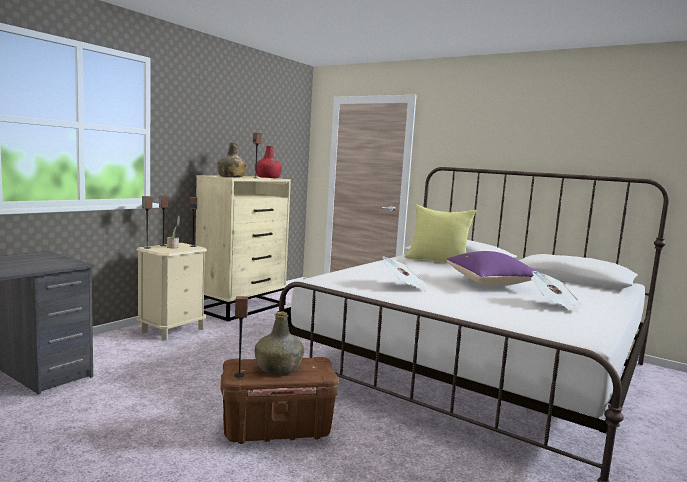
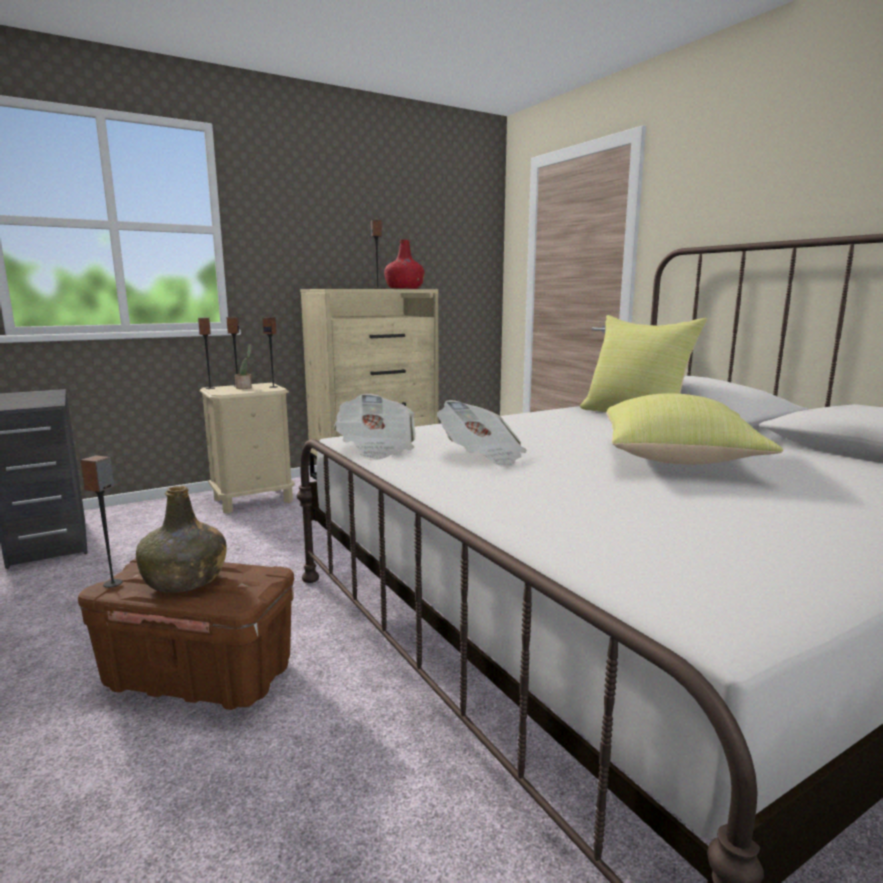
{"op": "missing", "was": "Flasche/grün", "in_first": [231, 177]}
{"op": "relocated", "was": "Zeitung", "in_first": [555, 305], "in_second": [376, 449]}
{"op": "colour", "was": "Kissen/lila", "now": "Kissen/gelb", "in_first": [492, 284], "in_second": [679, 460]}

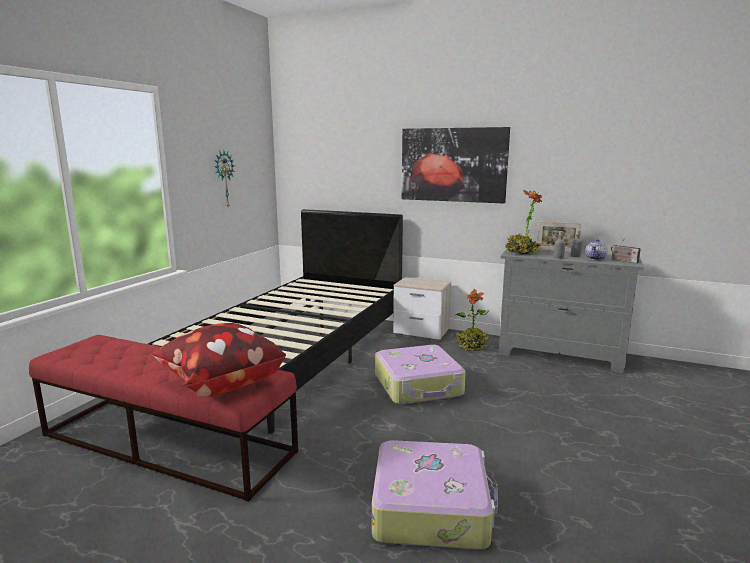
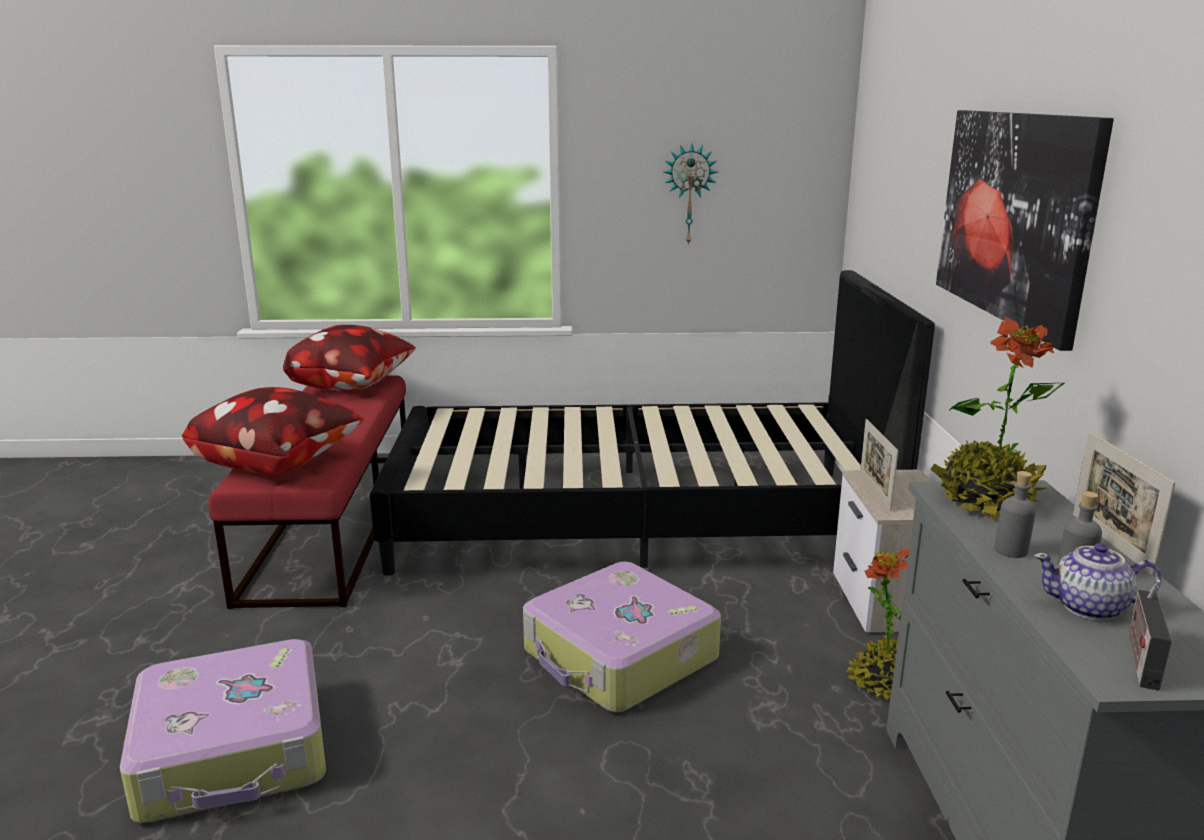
{"op": "appeared", "now": "Kissen", "in_second": [354, 387]}
{"op": "appeared", "now": "Bilderrahmen", "in_second": [874, 492]}

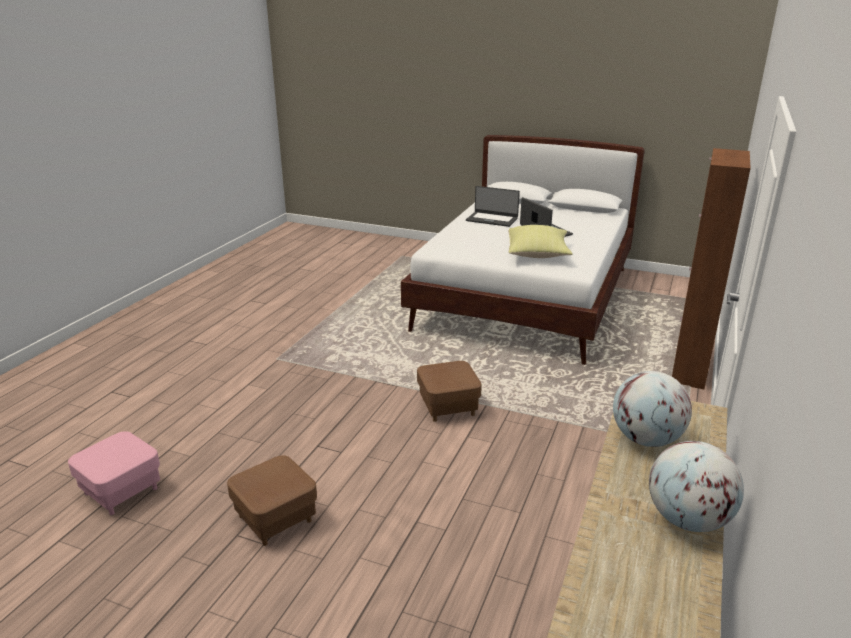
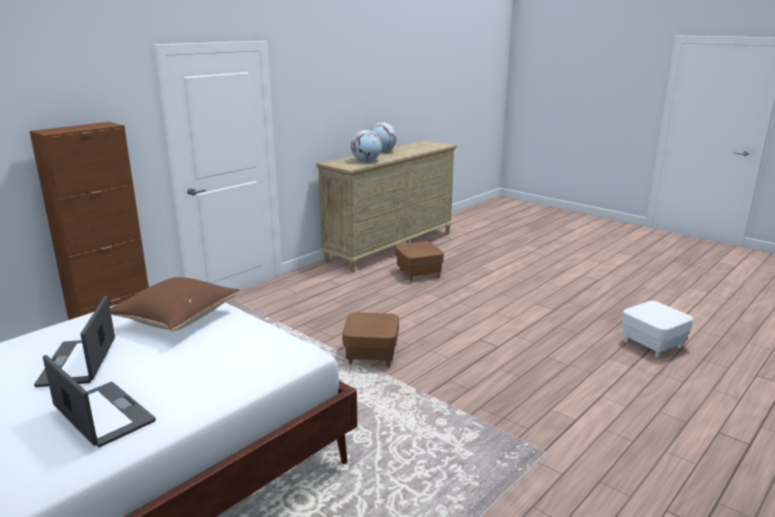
{"op": "relocated", "was": "Polsterhocker/braun", "in_first": [275, 518], "in_second": [418, 273]}
{"op": "colour", "was": "Polsterhocker/rosa", "now": "Polsterhocker/weiß", "in_first": [121, 490], "in_second": [652, 344]}
{"op": "colour", "was": "Kissen/gelb", "now": "Kissen/braun", "in_first": [538, 255], "in_second": [177, 319]}

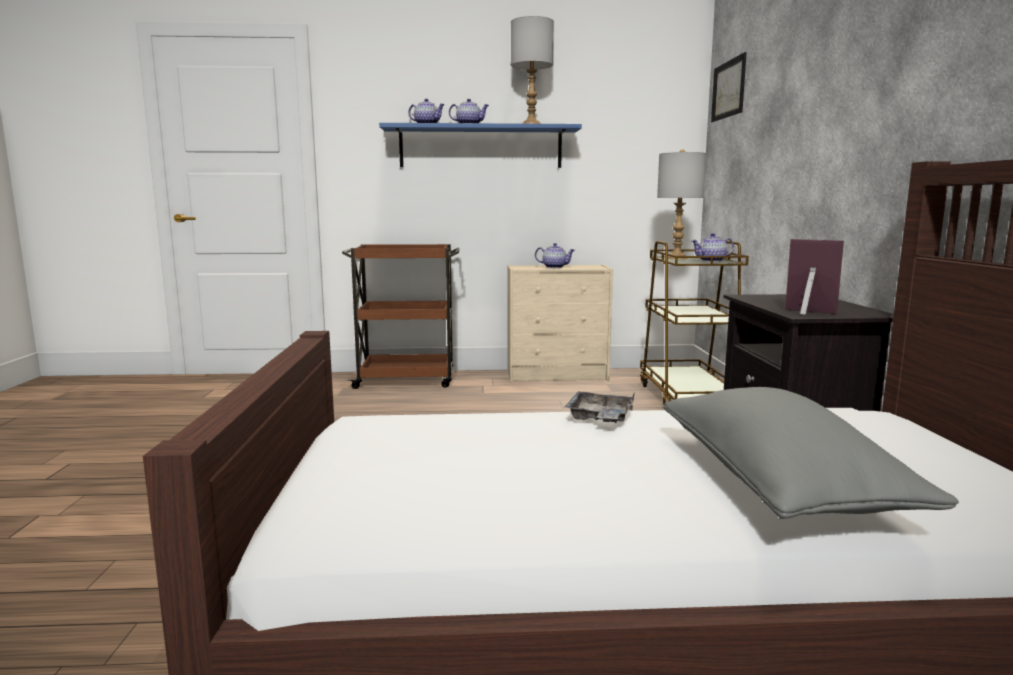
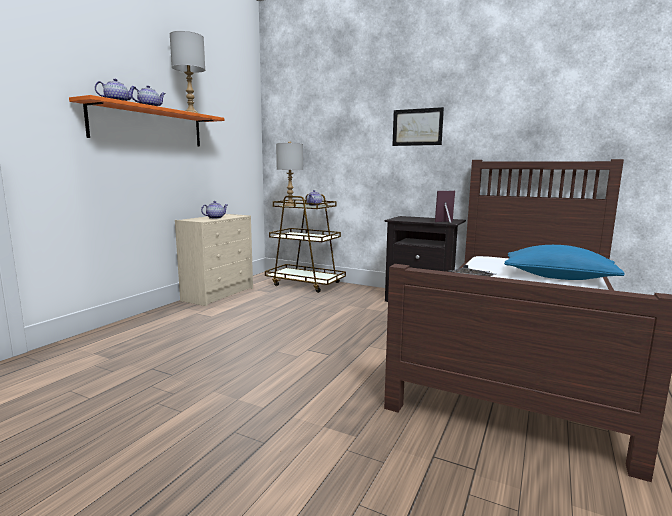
{"op": "missing", "was": "Rollwagen/braun", "in_first": [407, 380]}
{"op": "relocated", "was": "Bild", "in_first": [728, 89], "in_second": [417, 127]}
{"op": "colour", "was": "Wandregal/blau", "now": "Wandregal/orange", "in_first": [481, 147], "in_second": [149, 126]}
{"op": "colour", "was": "Kissen/grau", "now": "Kissen/blau", "in_first": [778, 485], "in_second": [558, 277]}

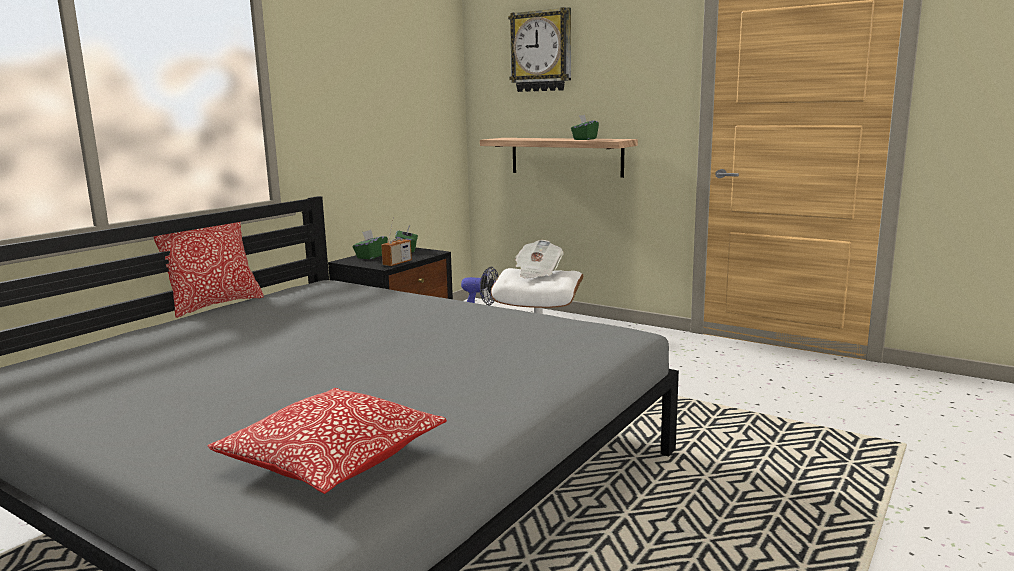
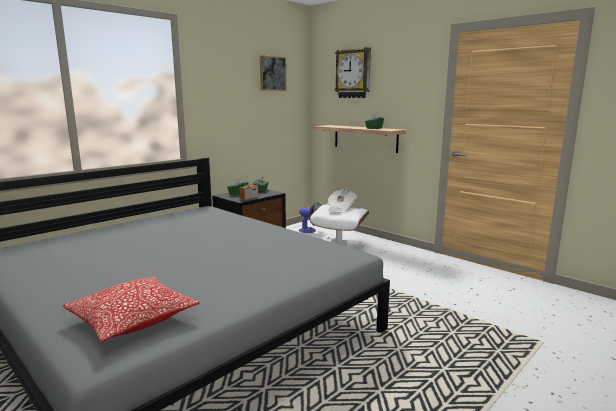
{"op": "missing", "was": "Kissen", "in_first": [215, 305]}
{"op": "appeared", "now": "Bild", "in_second": [272, 73]}

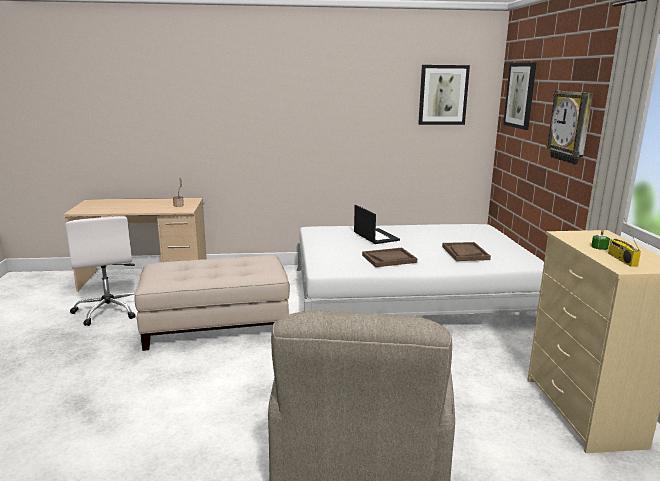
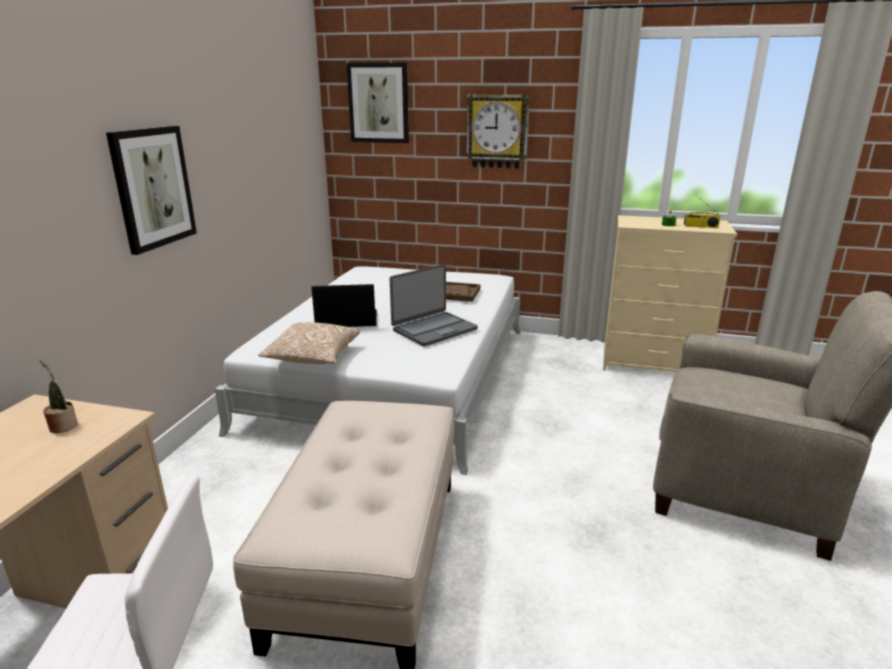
{"op": "appeared", "now": "Kissen", "in_second": [312, 357]}
{"op": "relocated", "was": "Bild", "in_first": [443, 95], "in_second": [153, 188]}
{"op": "exchanged", "was": "Tablett/braun", "now": "Laptop", "in_first": [389, 259], "in_second": [434, 329]}

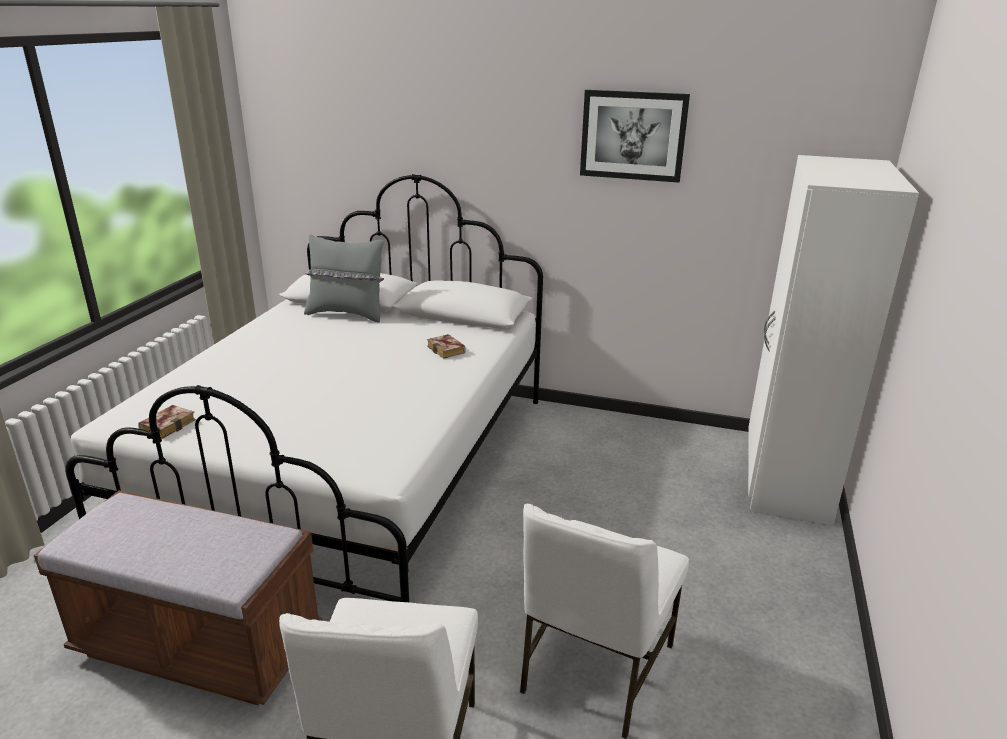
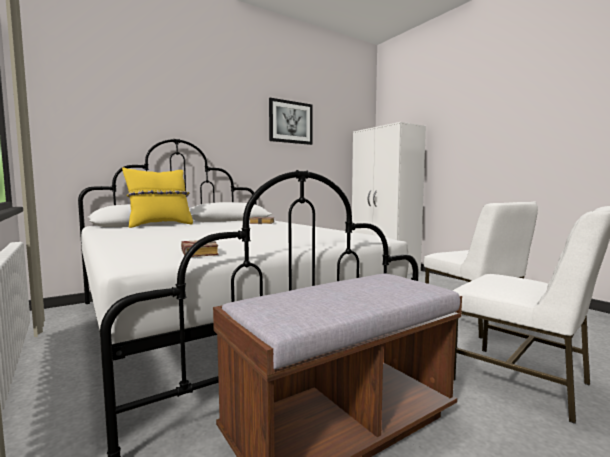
{"op": "colour", "was": "Kissen/grau", "now": "Kissen/gelb", "in_first": [347, 314], "in_second": [160, 225]}

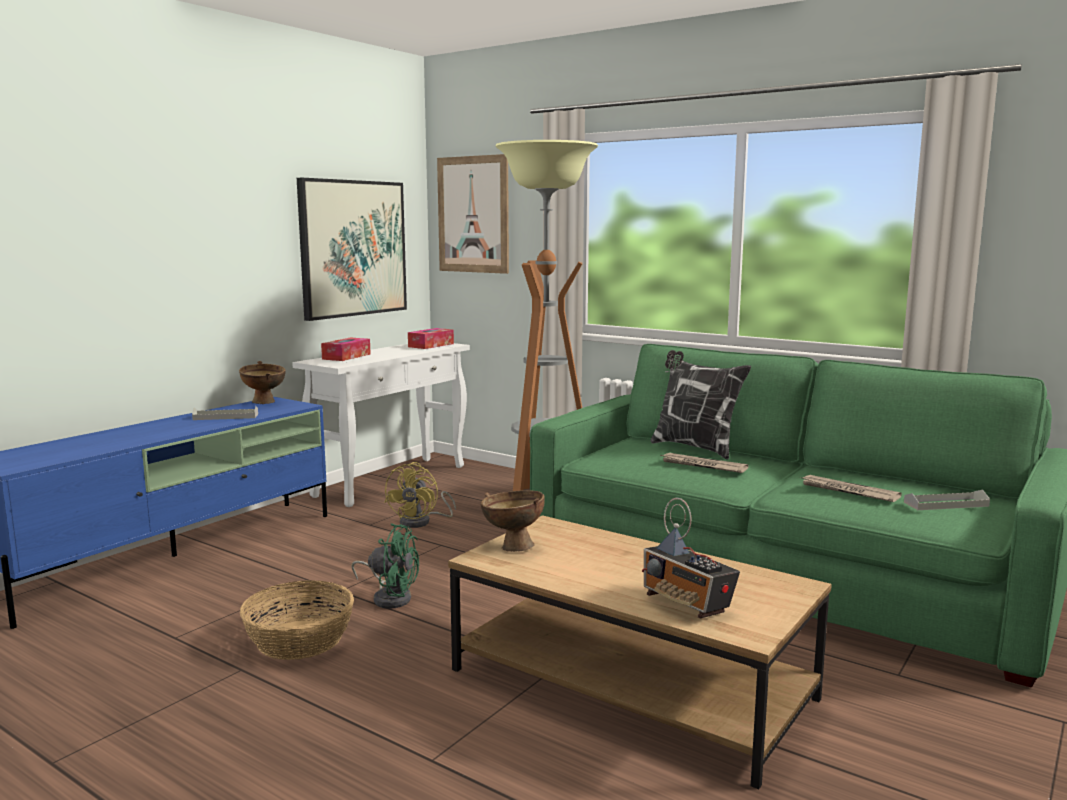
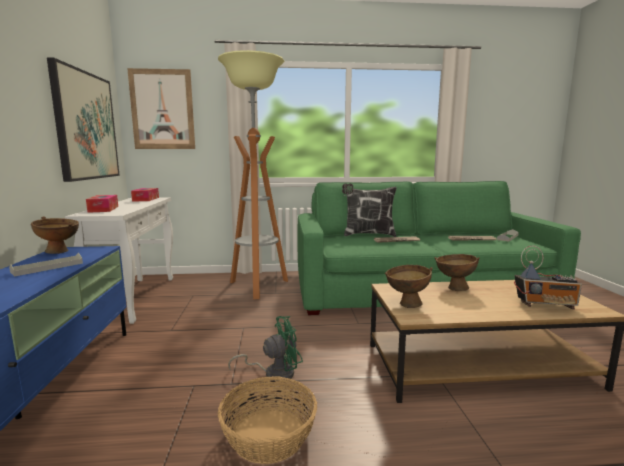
{"op": "missing", "was": "Ventilator/gelb", "in_first": [421, 522]}
{"op": "appeared", "now": "Schüssel/braun", "in_second": [453, 288]}

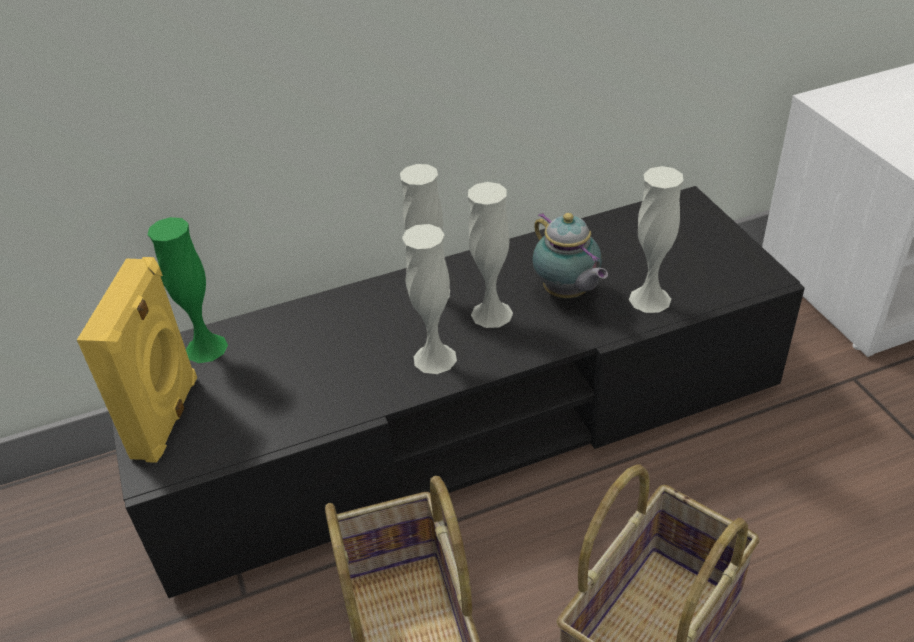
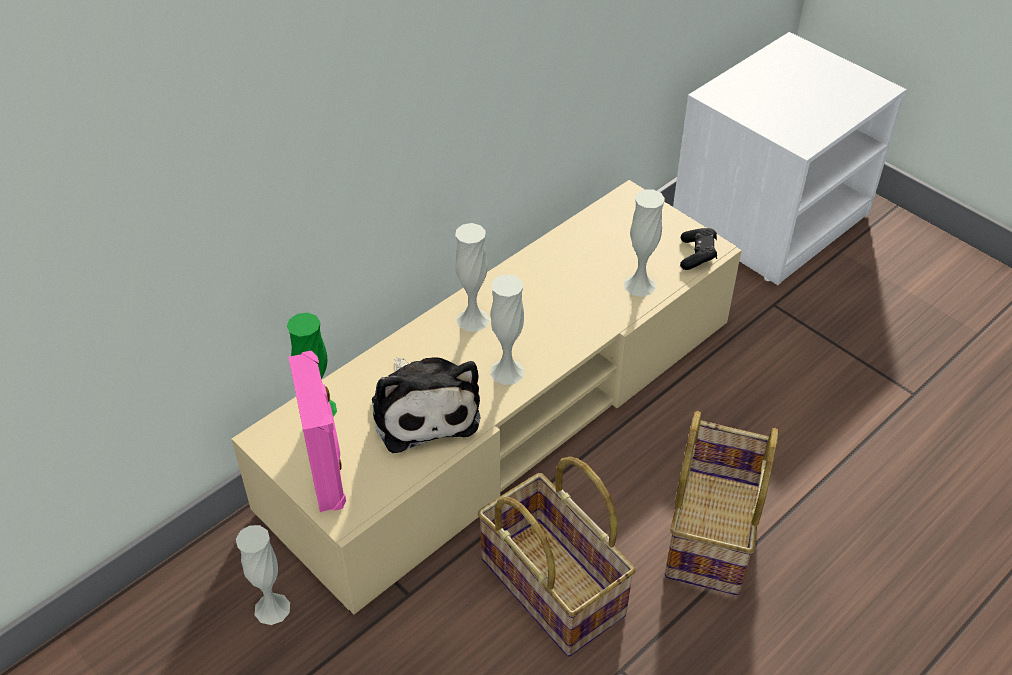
{"op": "missing", "was": "Teekanne", "in_first": [567, 294]}
{"op": "appeared", "now": "Plüschtier", "in_second": [424, 409]}
{"op": "appeared", "now": "Gamepad/schwarz", "in_second": [697, 255]}
{"op": "relocated", "was": "Vase/weiß", "in_first": [491, 314], "in_second": [272, 608]}
{"op": "colour", "was": "Lautsprecher/gelb", "now": "Lautsprecher/rosa", "in_first": [168, 417], "in_second": [327, 473]}
{"op": "colour", "was": "Fernsehschrank/schwarz", "now": "Fernsehschrank/beige", "in_first": [464, 421], "in_second": [506, 413]}

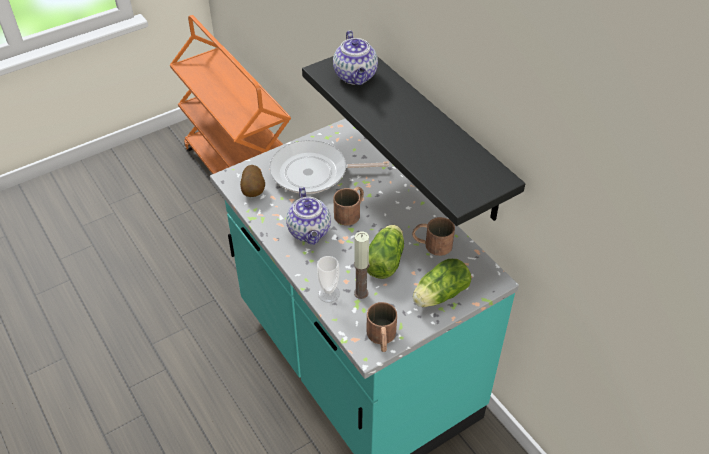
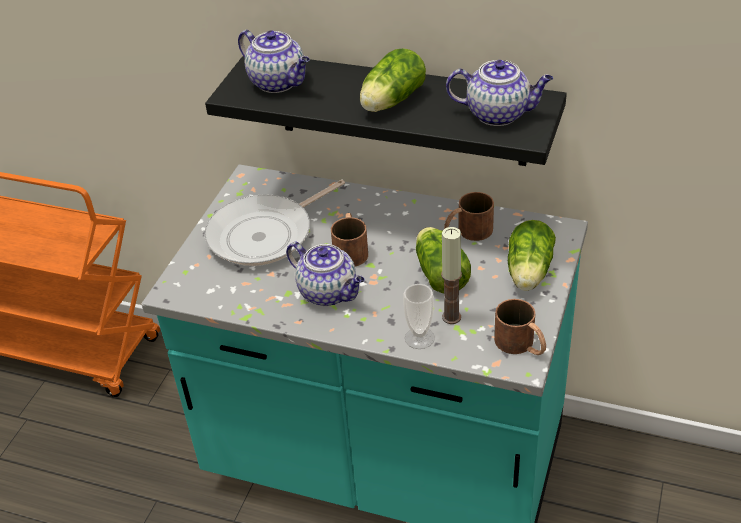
{"op": "missing", "was": "Kartoffel", "in_first": [254, 191]}
{"op": "appeared", "now": "Salatkopf", "in_second": [390, 102]}
{"op": "appeared", "now": "Teekanne", "in_second": [499, 114]}

